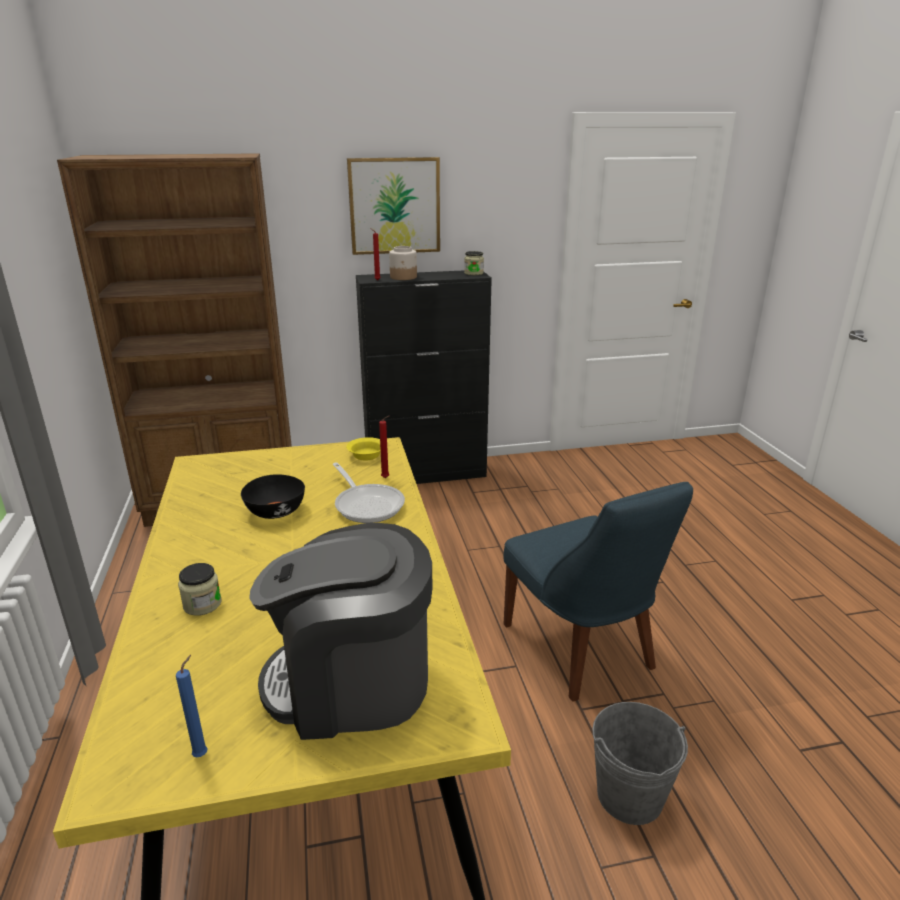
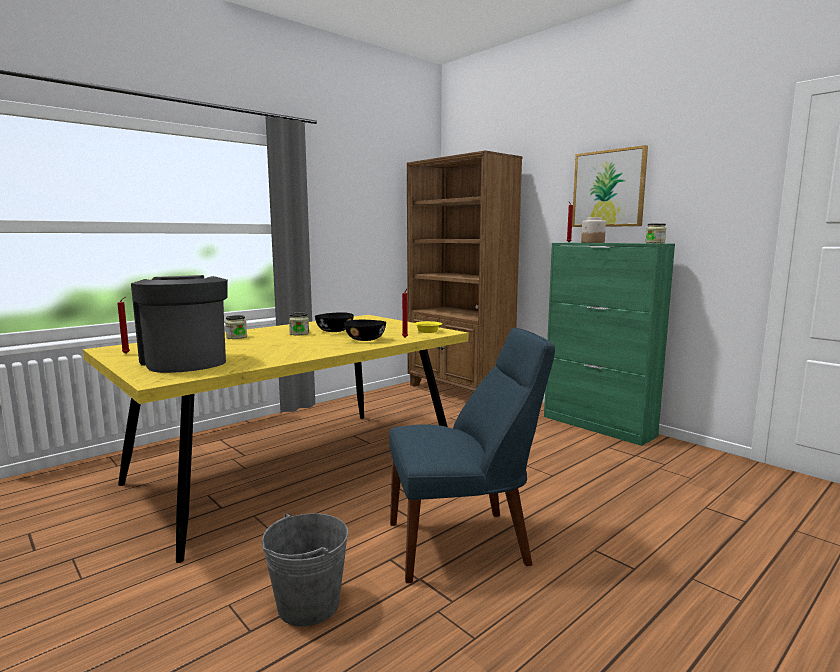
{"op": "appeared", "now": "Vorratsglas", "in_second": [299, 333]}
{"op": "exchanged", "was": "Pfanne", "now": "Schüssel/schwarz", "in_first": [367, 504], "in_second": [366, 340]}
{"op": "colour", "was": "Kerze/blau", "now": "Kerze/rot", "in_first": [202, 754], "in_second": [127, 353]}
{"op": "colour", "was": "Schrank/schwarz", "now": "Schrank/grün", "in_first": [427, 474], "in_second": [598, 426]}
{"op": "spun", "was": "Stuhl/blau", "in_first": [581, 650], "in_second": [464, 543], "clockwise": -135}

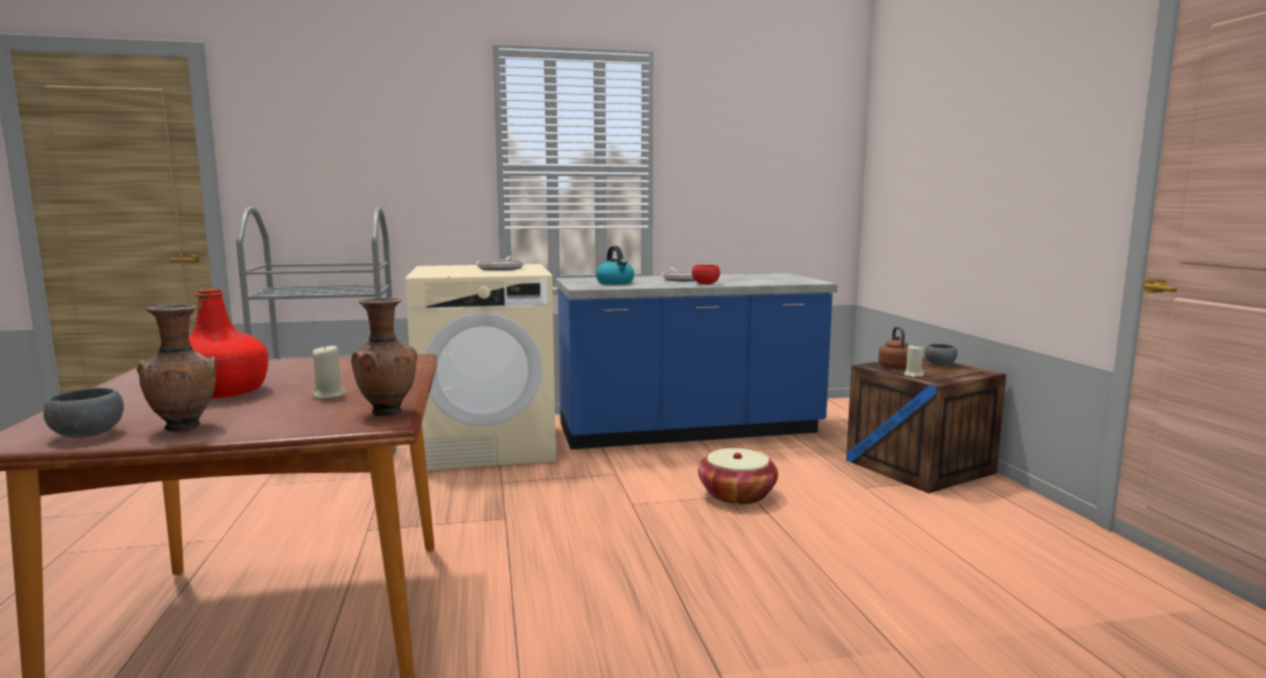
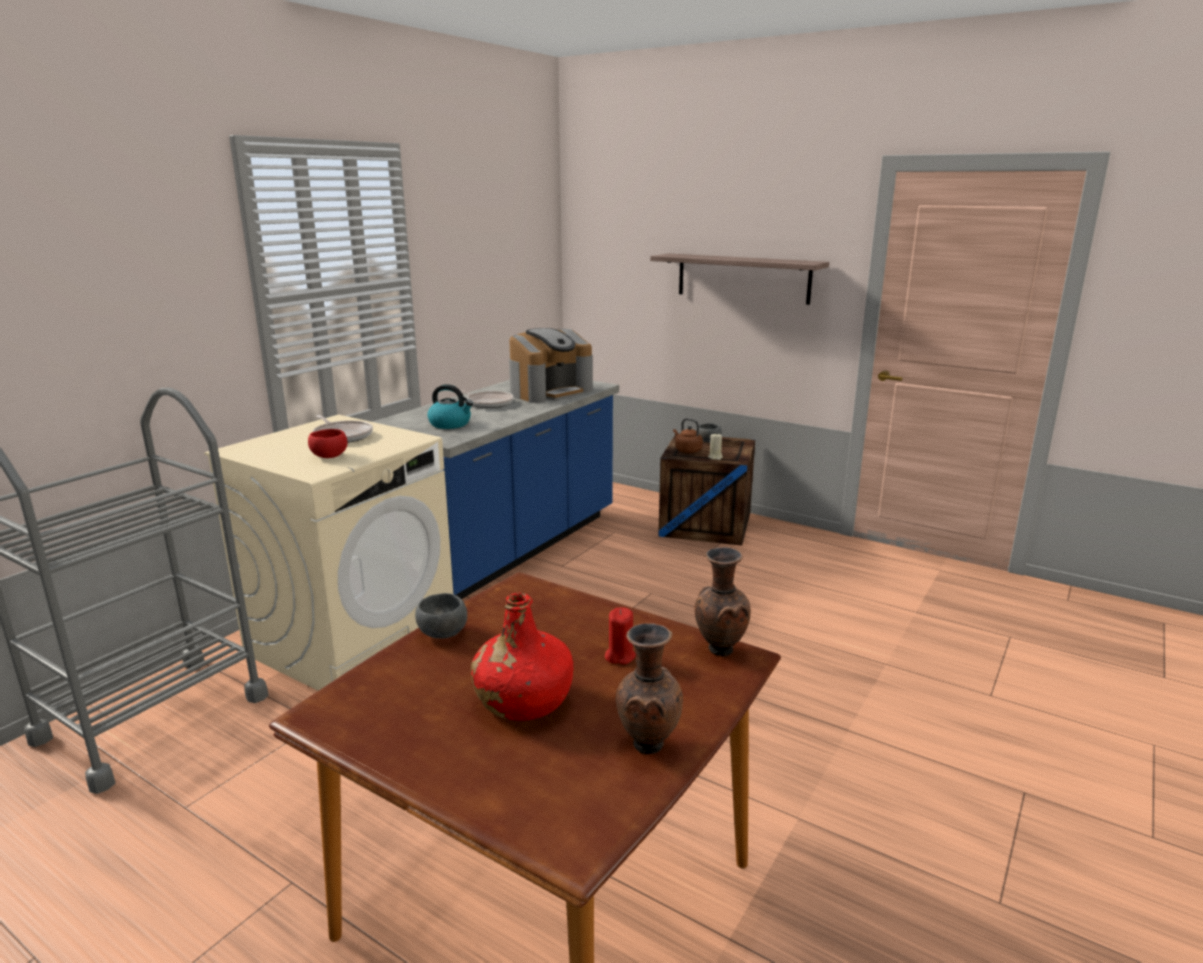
{"op": "missing", "was": "Korb", "in_first": [737, 495]}
{"op": "appeared", "now": "Kaffeemaschine", "in_second": [550, 392]}
{"op": "appeared", "now": "Wandregal", "in_second": [743, 278]}
{"op": "relocated", "was": "Schüssel/grau", "in_first": [87, 434], "in_second": [441, 633]}
{"op": "relocated", "was": "Schüssel/rot", "in_first": [705, 284], "in_second": [329, 457]}
{"op": "colour", "was": "Kerze/beige", "now": "Kerze/rot", "in_first": [329, 395], "in_second": [620, 656]}

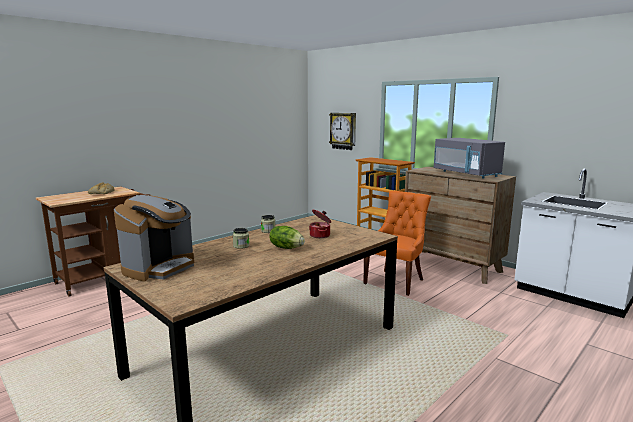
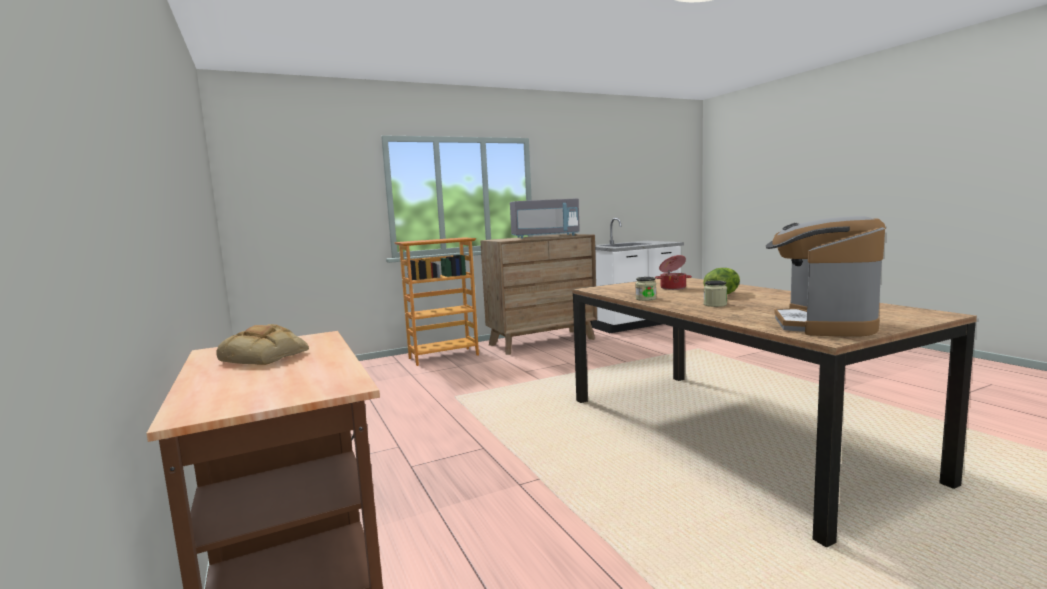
{"op": "missing", "was": "Wanduhr", "in_first": [343, 131]}
{"op": "missing", "was": "Stuhl/orange", "in_first": [395, 281]}
{"op": "spun", "was": "Kaffeemaschine", "in_first": [160, 267], "in_second": [822, 325], "clockwise": -120}

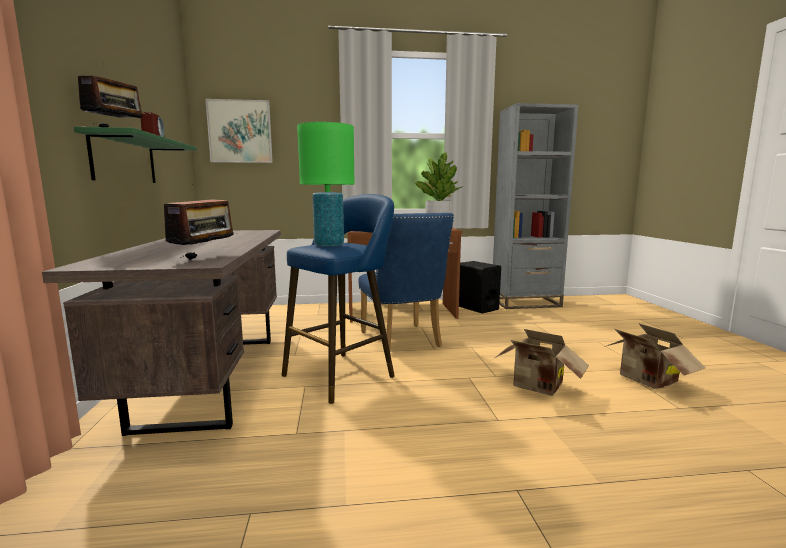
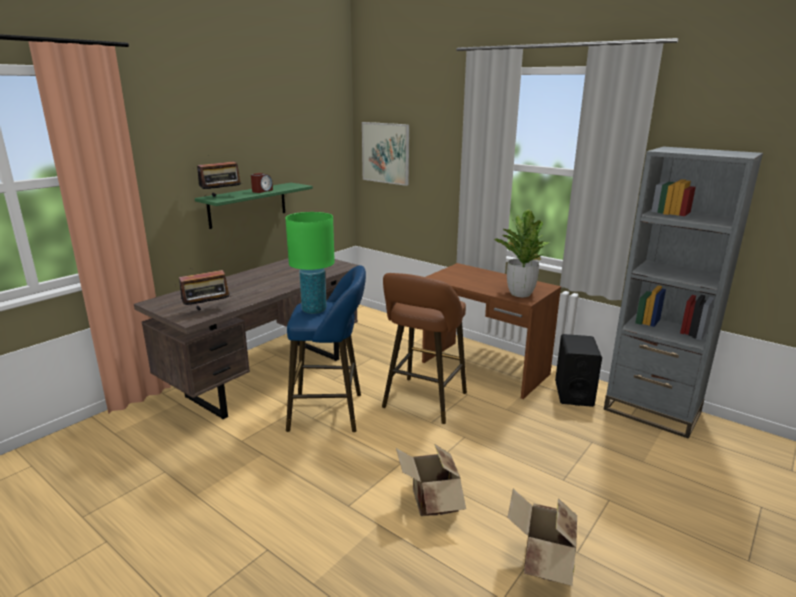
{"op": "exchanged", "was": "Stuhl/blau", "now": "Hocker/braun", "in_first": [403, 341], "in_second": [423, 402]}

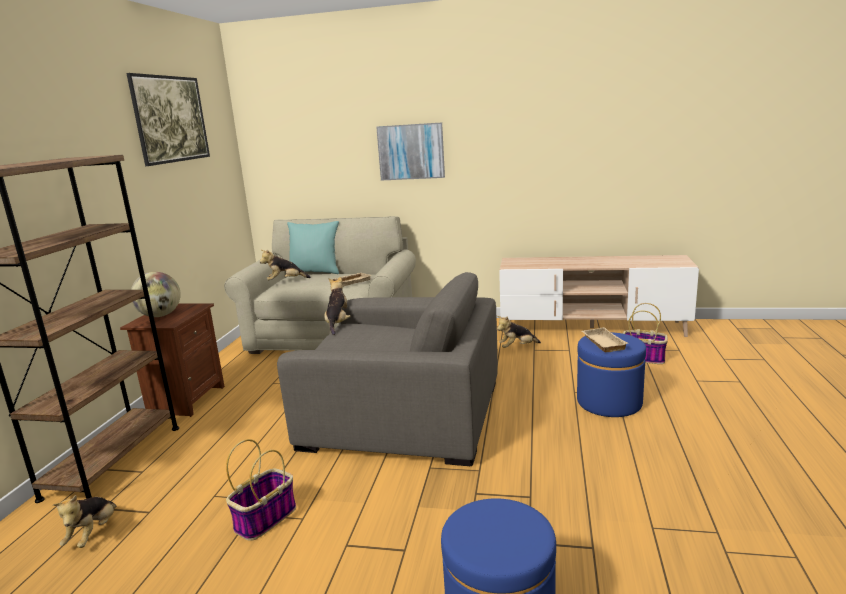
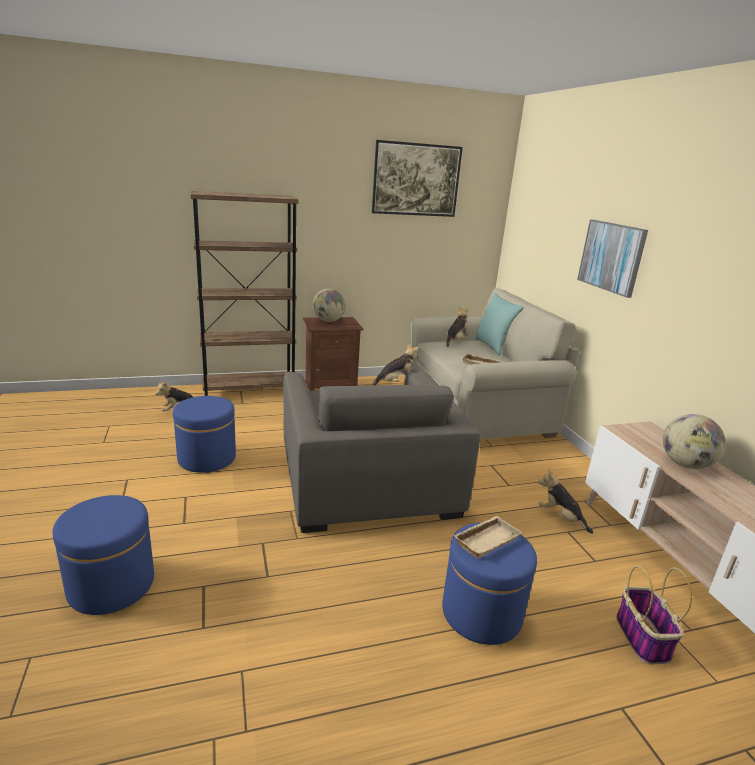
{"op": "appeared", "now": "Globus", "in_second": [685, 464]}
{"op": "exchanged", "was": "Korb", "now": "Polsterhocker/blau", "in_first": [265, 518], "in_second": [207, 458]}
{"op": "spun", "was": "Plüschtier", "in_first": [285, 281], "in_second": [456, 341], "clockwise": 75}

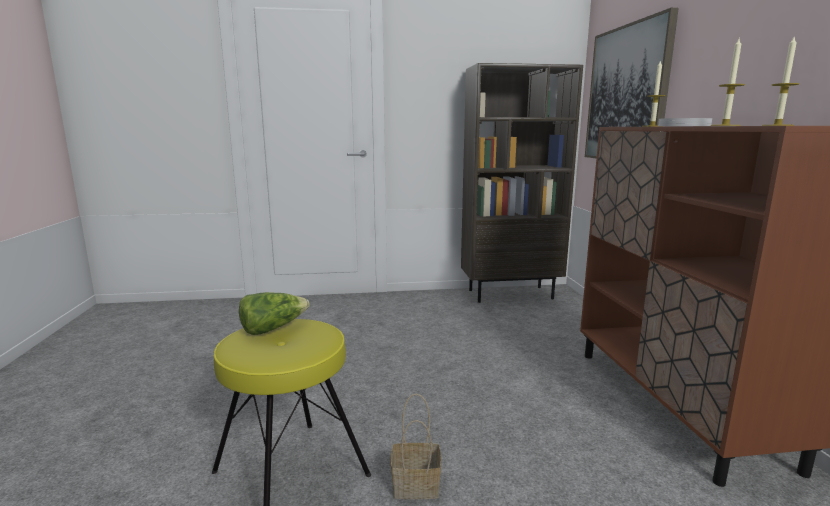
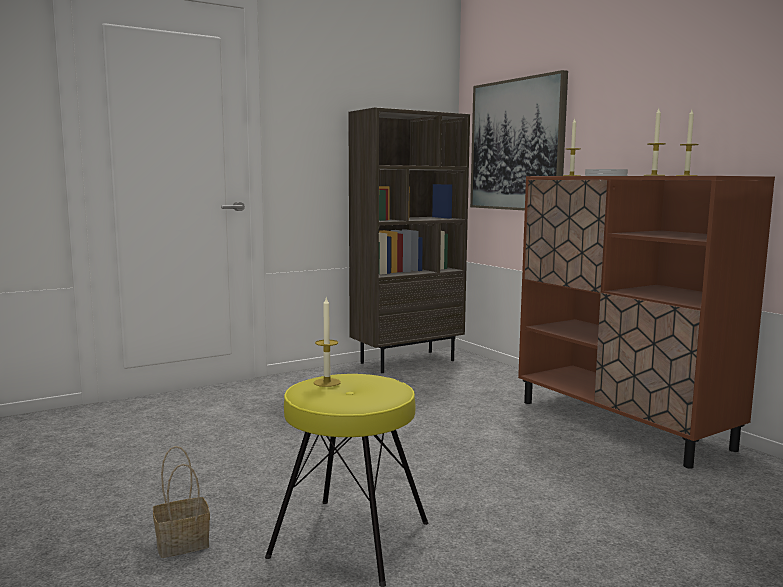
{"op": "relocated", "was": "Korb", "in_first": [417, 485], "in_second": [184, 543]}
{"op": "exchanged", "was": "Salatkopf", "now": "Kerze", "in_first": [273, 328], "in_second": [327, 382]}

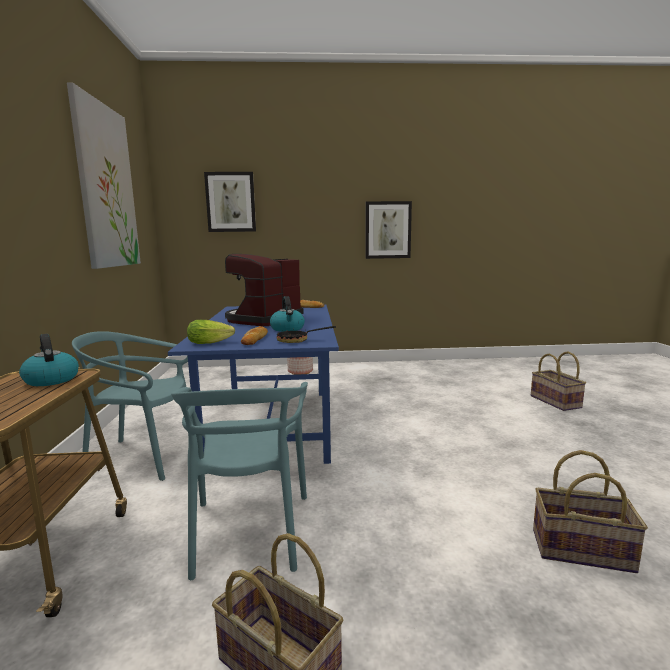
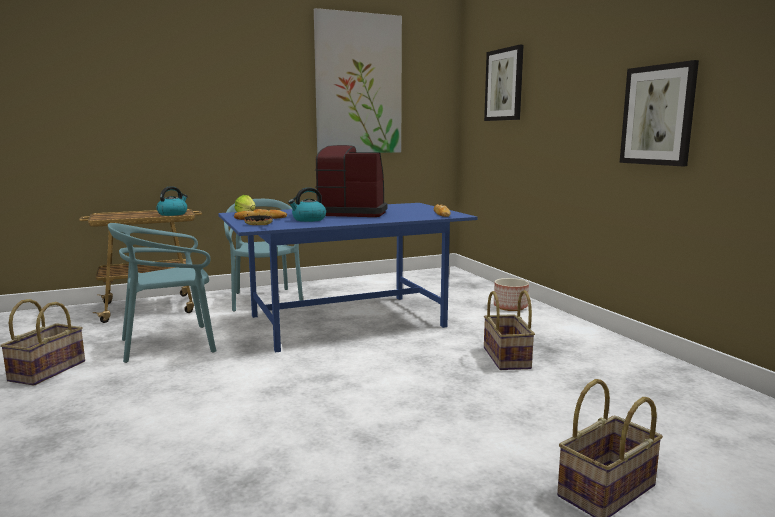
{"op": "relocated", "was": "Korb", "in_first": [581, 549], "in_second": [507, 358]}

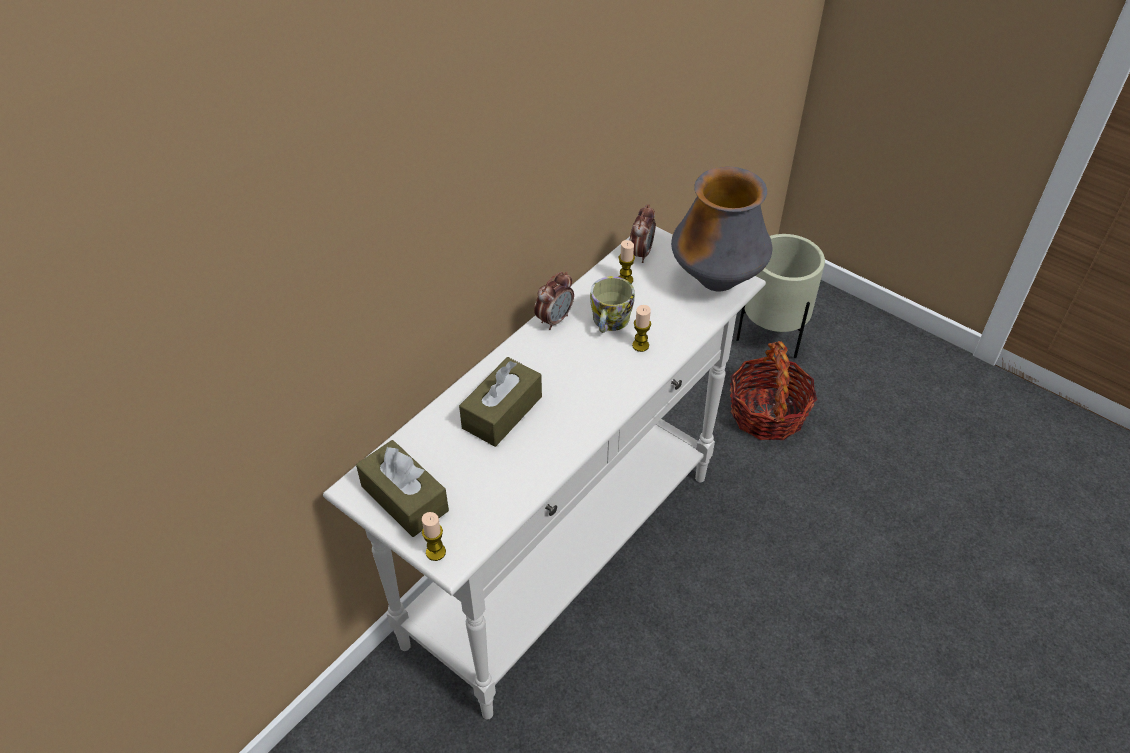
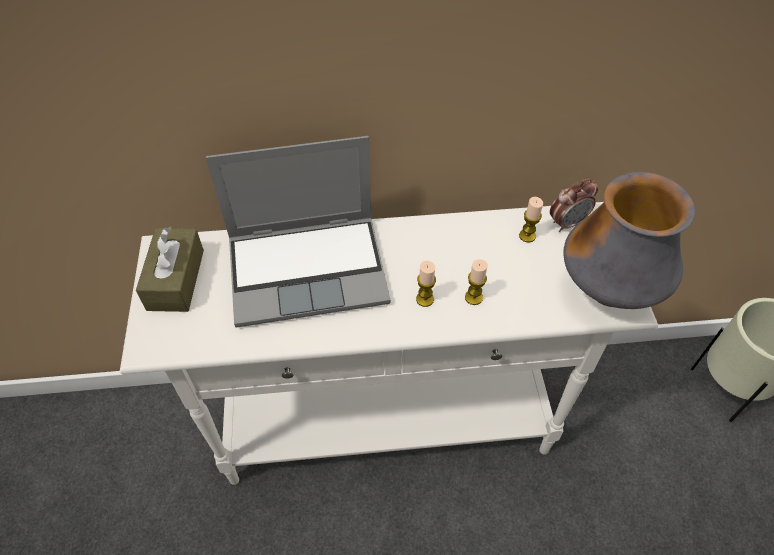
{"op": "missing", "was": "Wecker", "in_first": [554, 320]}
{"op": "missing", "was": "Henkelbecher", "in_first": [609, 322]}
{"op": "missing", "was": "Korb", "in_first": [767, 414]}
{"op": "relocated", "was": "Kerze", "in_first": [435, 552], "in_second": [425, 299]}
{"op": "exchanged", "was": "Taschentuchbox/braun", "now": "Laptop", "in_first": [502, 412], "in_second": [309, 269]}

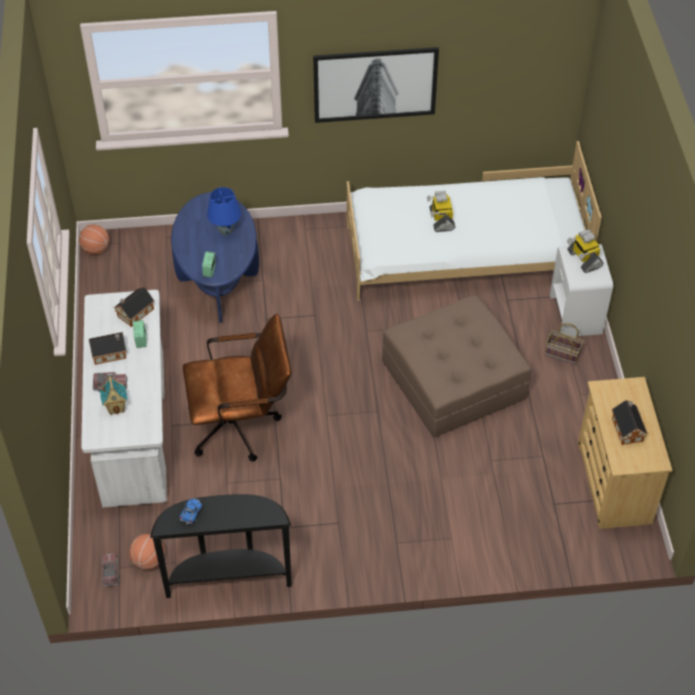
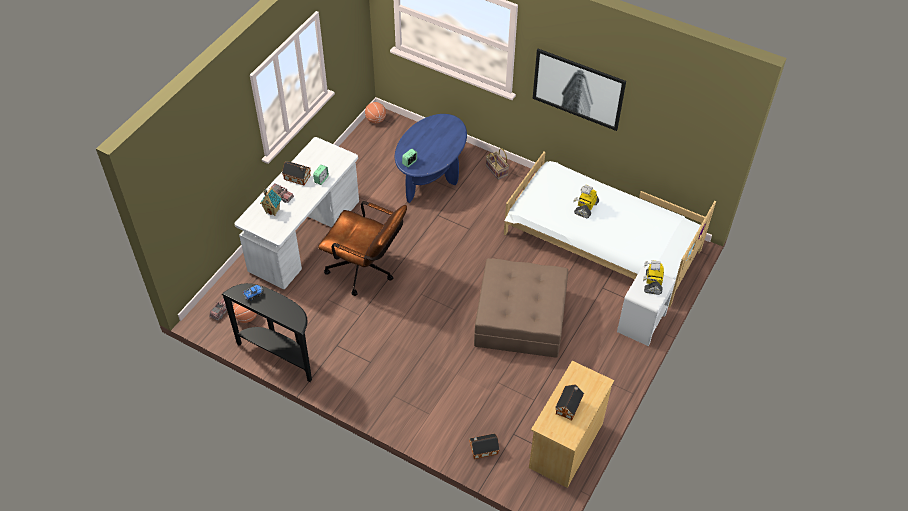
{"op": "missing", "was": "Tischlampe/blau", "in_first": [225, 231]}
{"op": "relocated", "was": "Spielzeughaus", "in_first": [134, 313], "in_second": [482, 449]}
{"op": "relocated", "was": "Korb", "in_first": [561, 354], "in_second": [496, 170]}

